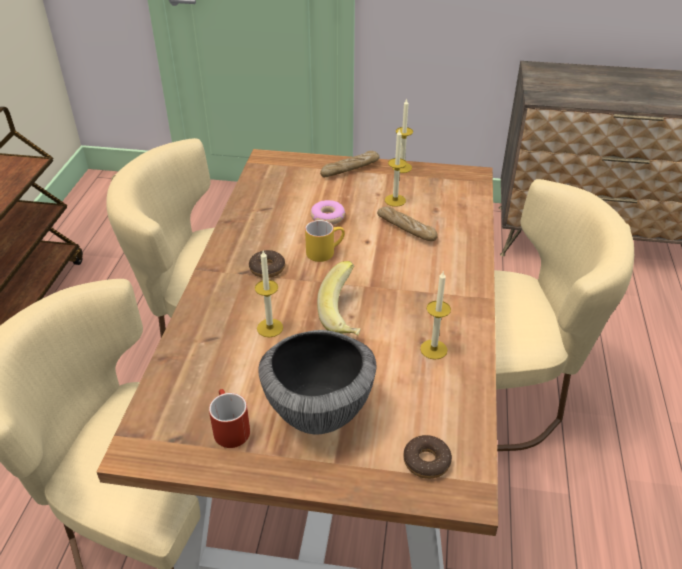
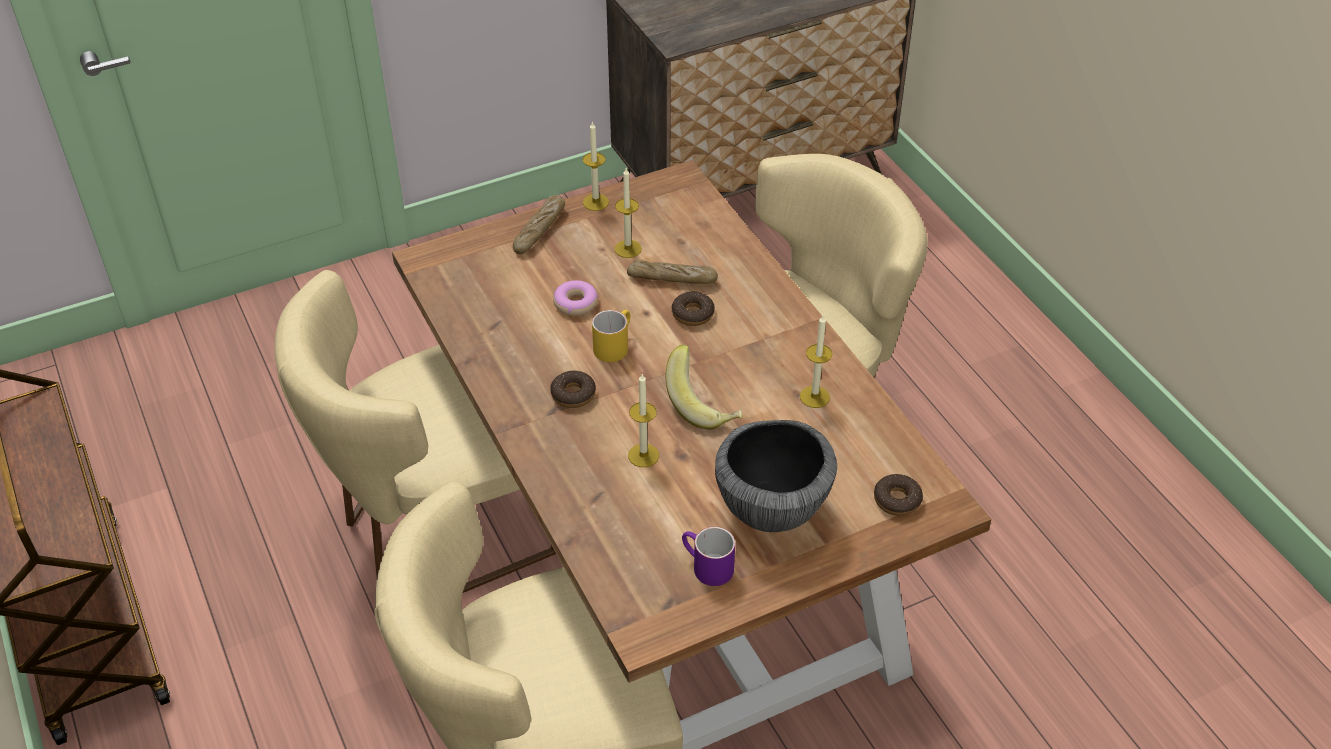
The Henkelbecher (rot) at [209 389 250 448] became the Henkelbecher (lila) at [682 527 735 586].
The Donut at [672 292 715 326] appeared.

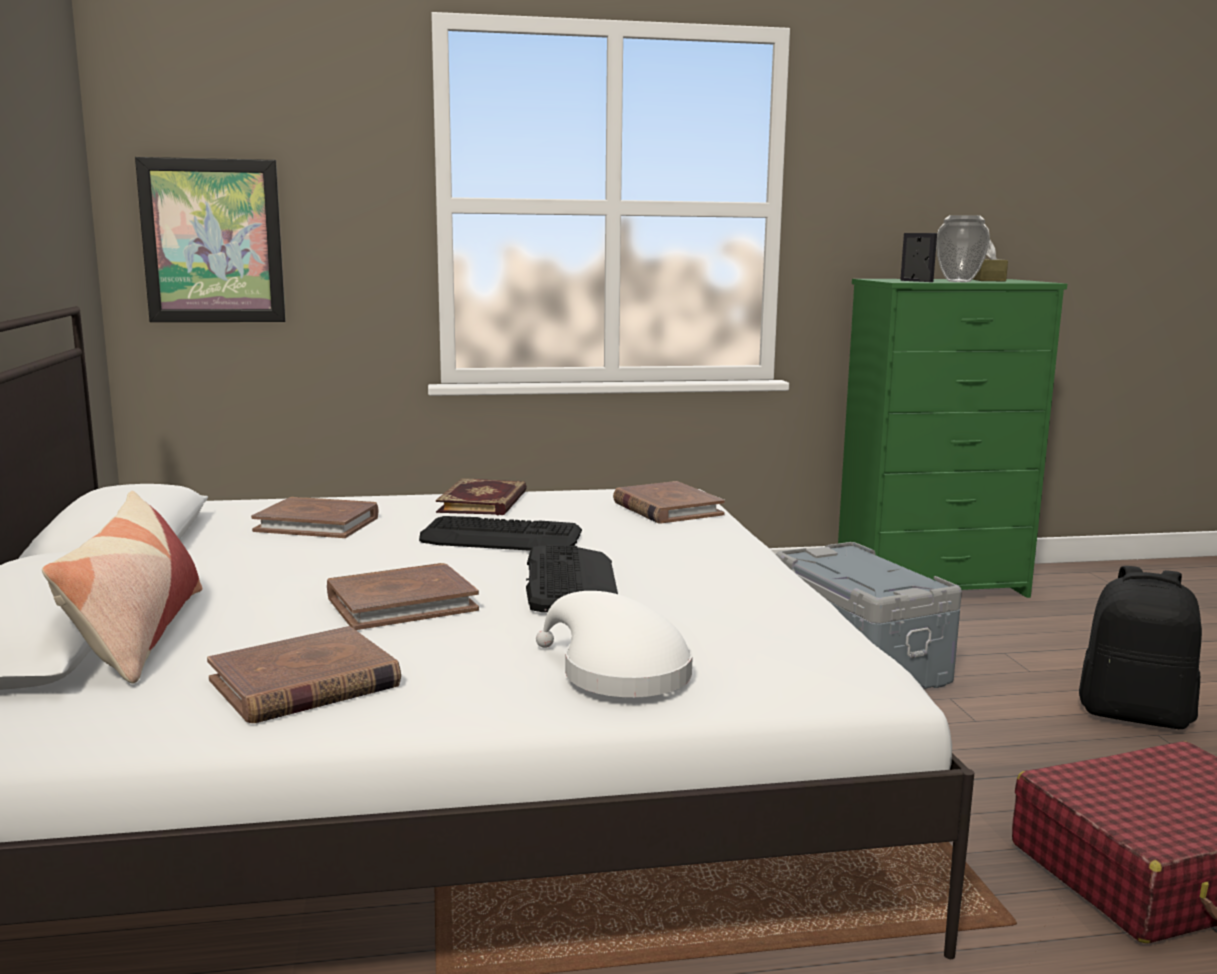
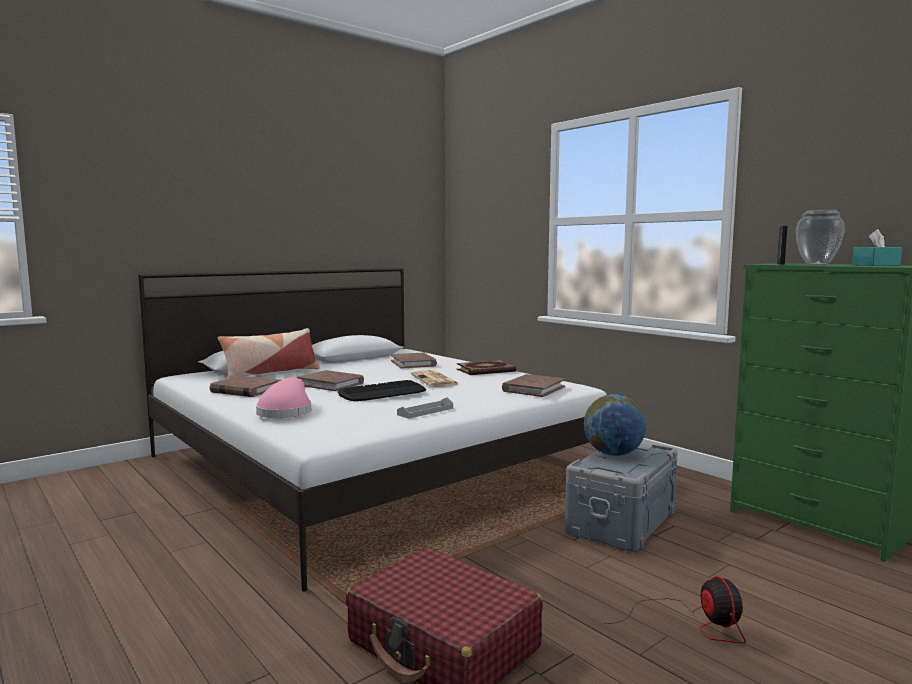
The Bild at [135 157 286 322] disappeared.
The Tastatur at [419 516 582 551] was replaced by the Zeitung at [410 370 459 387].
The Hut (weiß) at [536 591 693 697] became the Hut (rosa) at [256 378 311 418].
The Taschentuchbox (braun) at [972 240 1008 282] became the Taschentuchbox (türkis) at [852 229 902 266].
The Rucksack (schwarz) at [1079 566 1202 729] was replaced by the Ventilator at [604 576 746 644].
The Tablett (grau) at [397 397 453 419] appeared.
The Globus at [584 394 646 456] appeared.

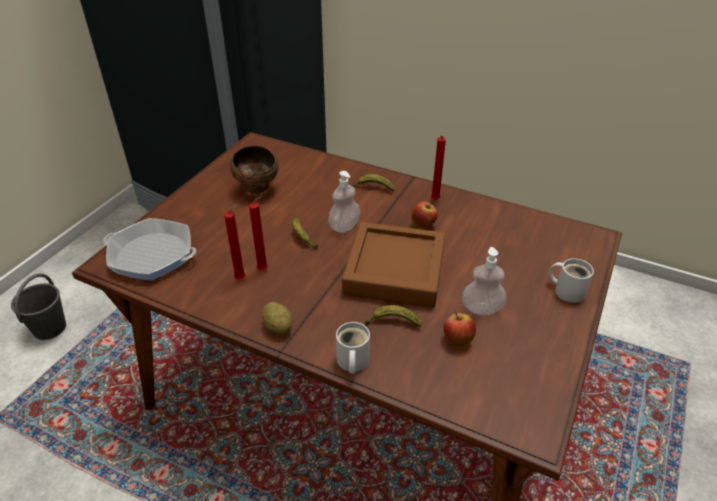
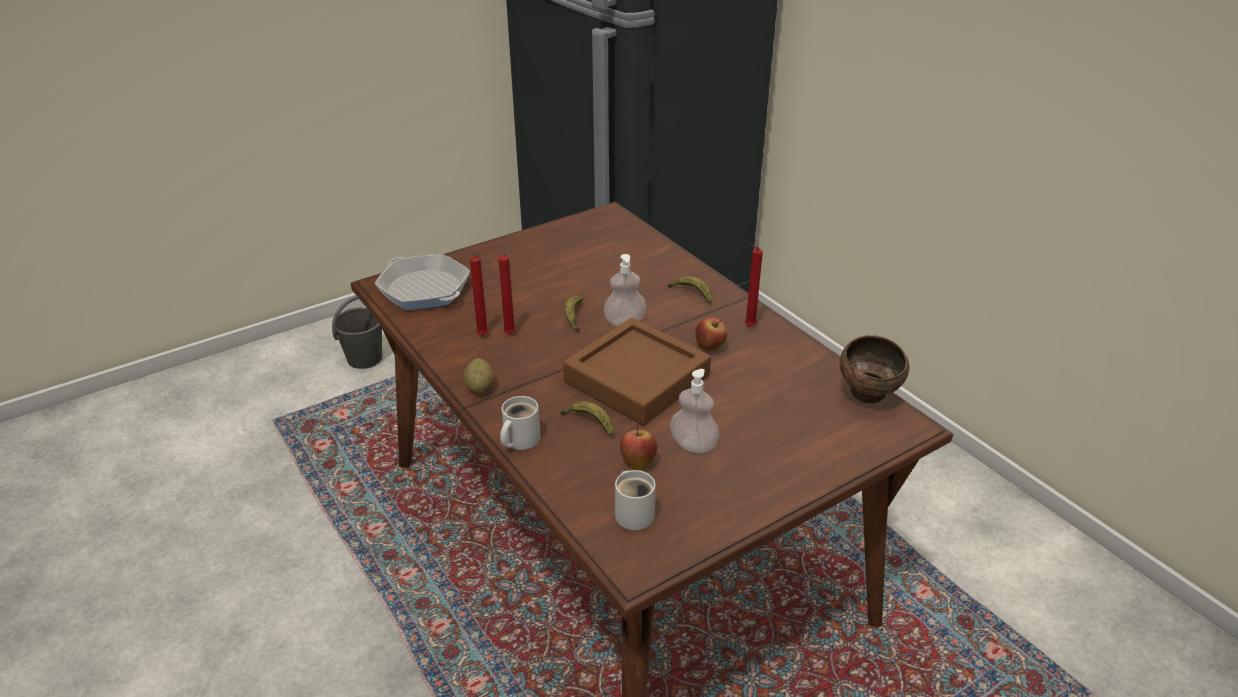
The Schüssel (braun) moved from [230 145 279 194] to [840 335 910 404].
The Henkelbecher (weiß) moved from [549 258 594 303] to [615 470 656 530].

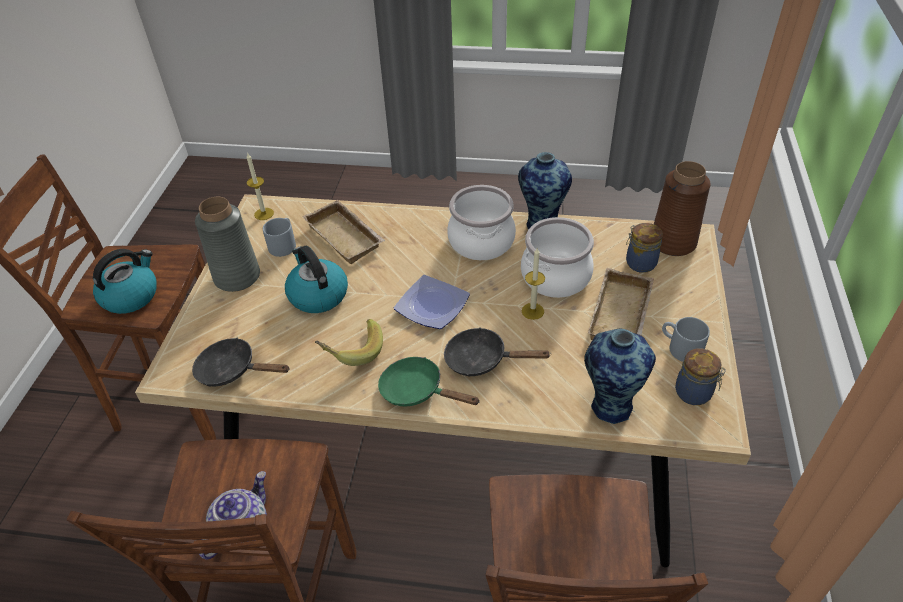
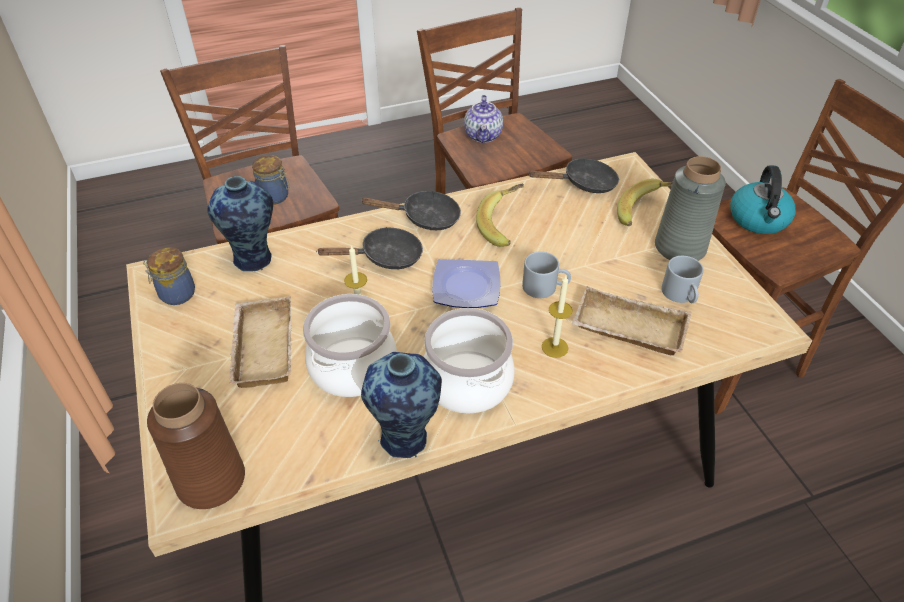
The Kerze moved from [246 153 274 220] to [542 276 573 358].
The Wasserkessel at [285 246 348 313] disappeared.
The Pfanne (grün) at [378 357 480 406] became the Pfanne (schwarz) at [360 191 461 230].
The Vorratsglas moved from [626 223 663 273] to [252 155 290 205].
The Henkelbecher (grau) moved from [662 317 710 362] to [522 251 571 298].
The Banane at [617 179 673 226] appeared.

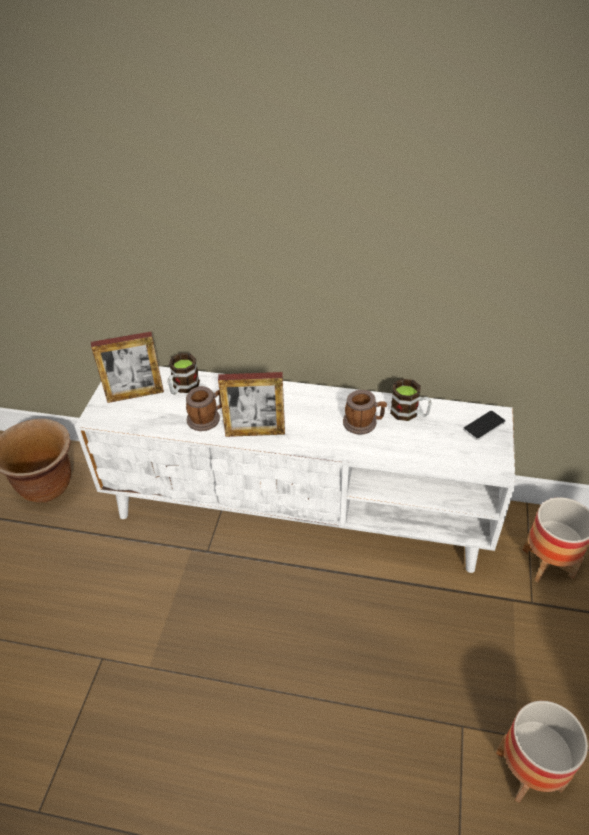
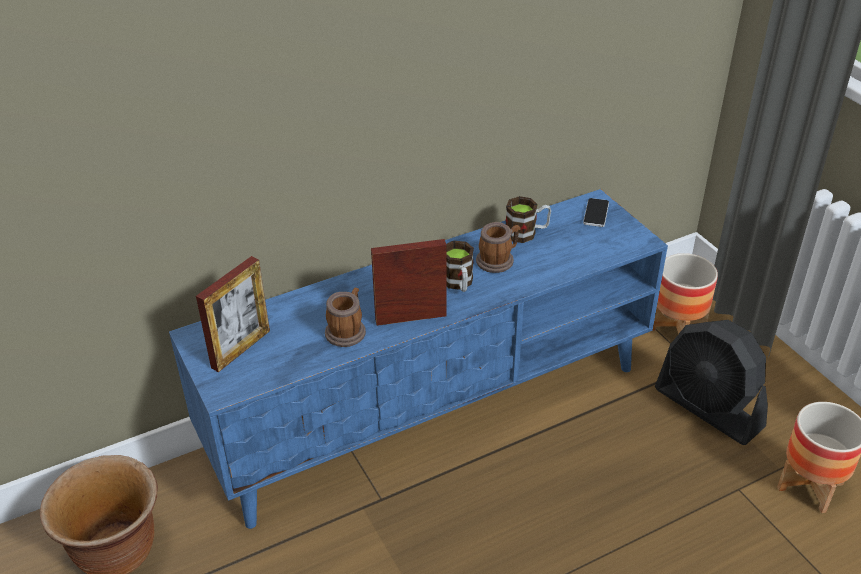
The Fernsehschrank (weiß) at [74 366 516 573] became the Fernsehschrank (blau) at [169 189 668 529].
The Henkelbecher moved from [168 353 200 395] to [446 241 474 292].
The Bilderrahmen at [218 372 285 437] turned 150 degrees counterclockwise.
The Ventilator (schwarz) at [655 320 768 445] appeared.

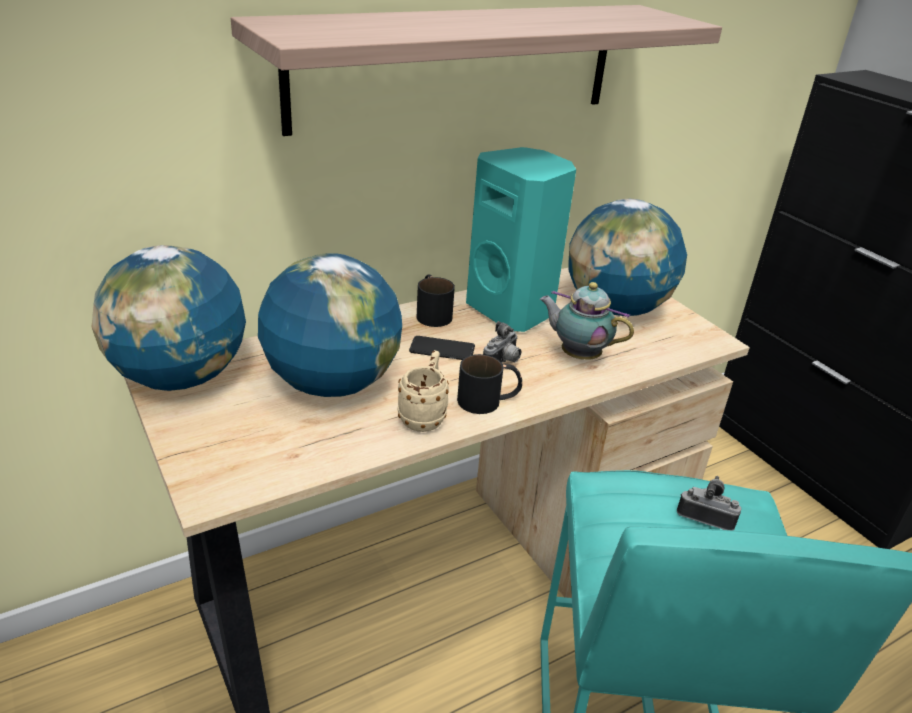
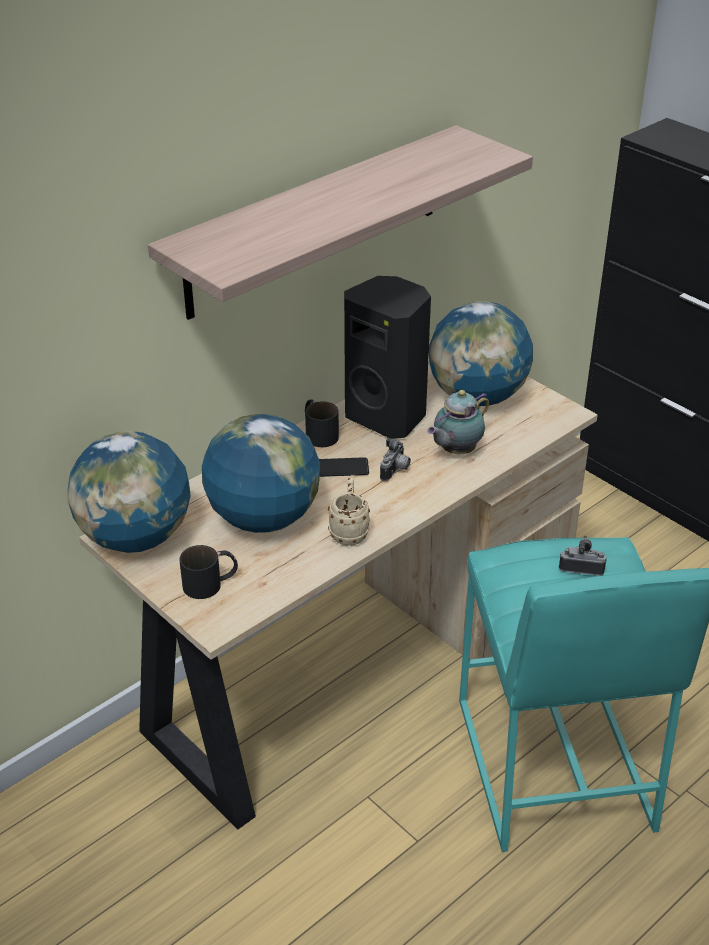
The Henkelbecher (schwarz) moved from [457 354 522 414] to [180 545 238 599].
The Lautsprecher (türkis) at [466 147 576 332] became the Lautsprecher (schwarz) at [344 276 431 439].
The Teekanne at [540 282 634 360] turned 60 degrees counterclockwise.

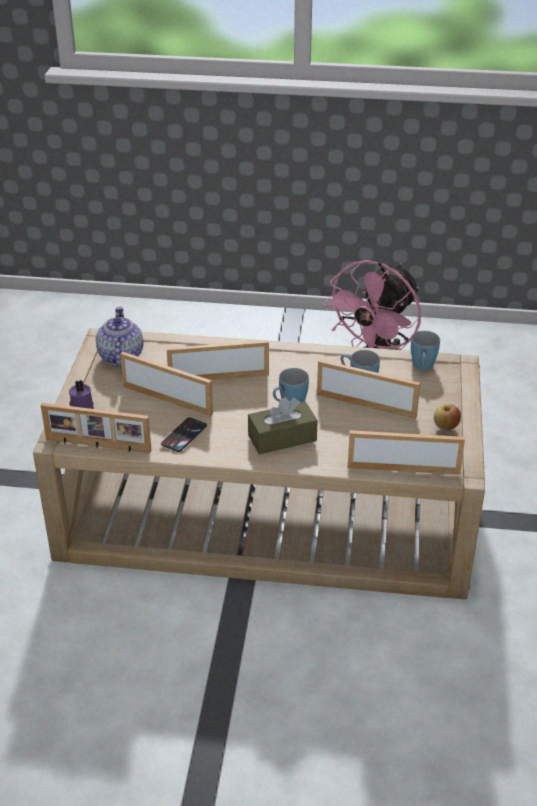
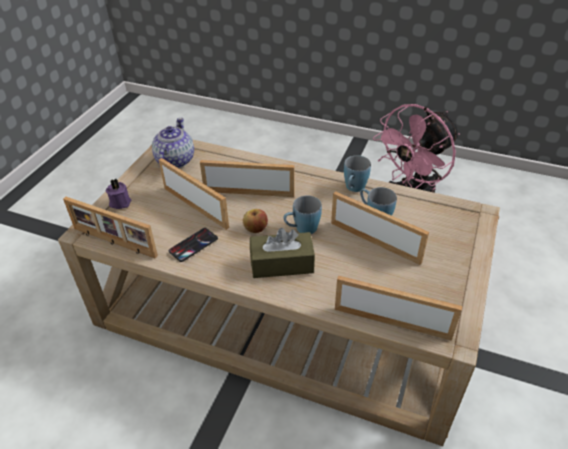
The Henkelbecher (blau) moved from [411 331 440 370] to [344 155 371 192].
The Apfel moved from [434 404 461 430] to [243 209 268 233].

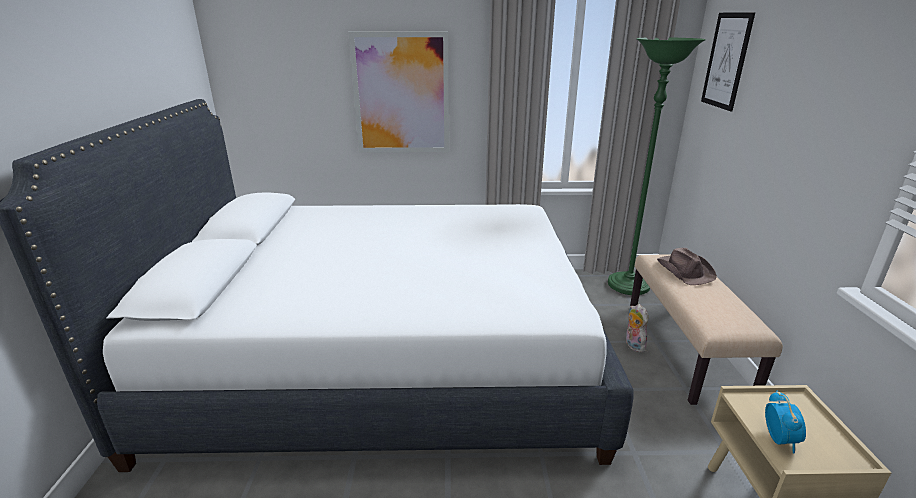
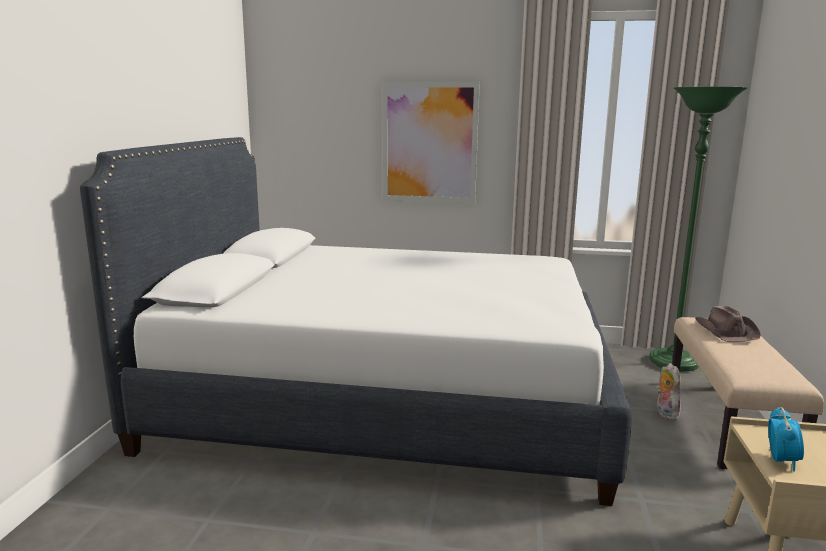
The Bild at [701 12 755 111] disappeared.

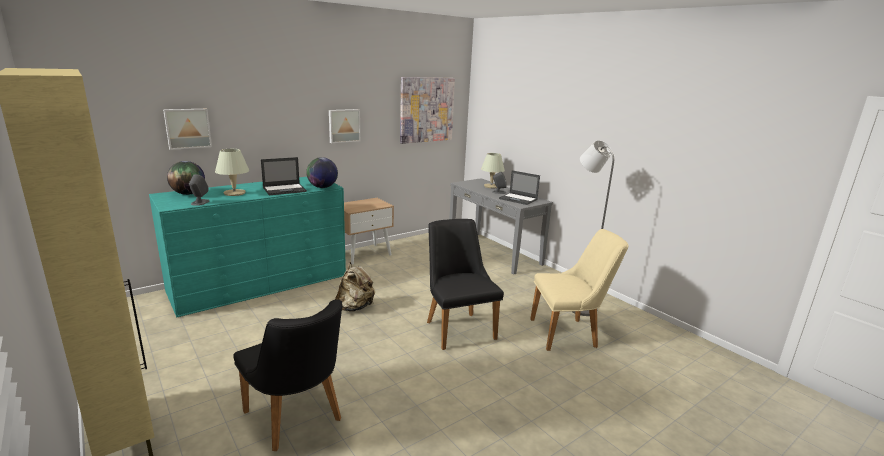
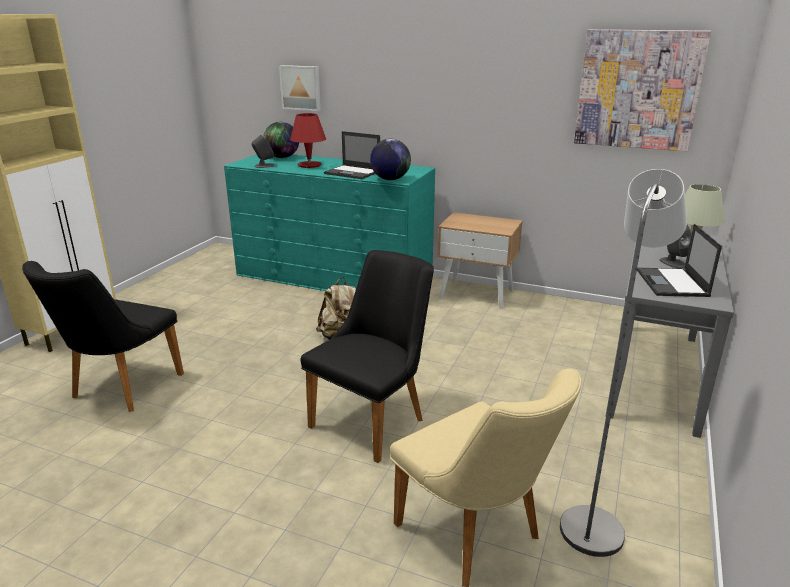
The Tischlampe (beige) at [215 149 249 196] became the Tischlampe (rot) at [290 113 326 168].
The Bild at [329 109 360 143] disappeared.

